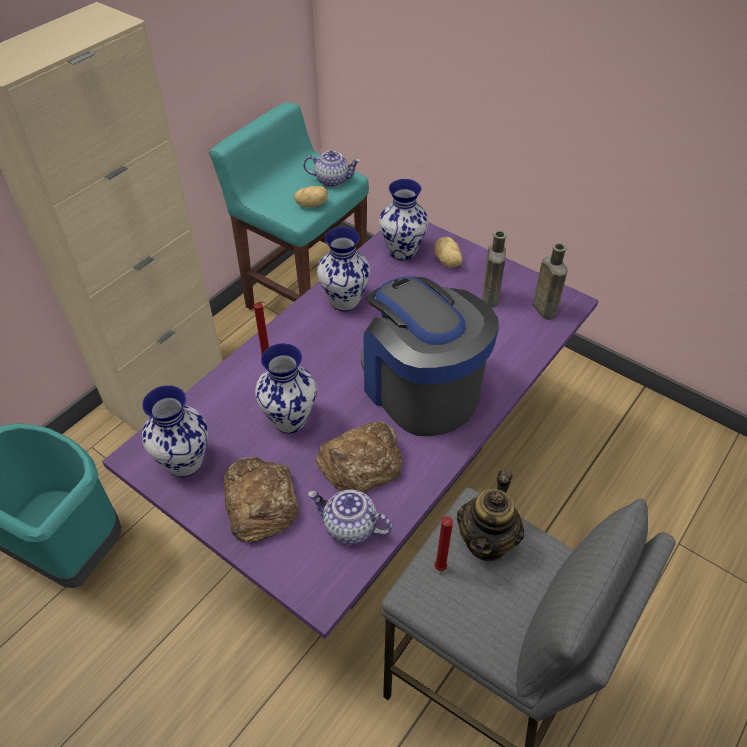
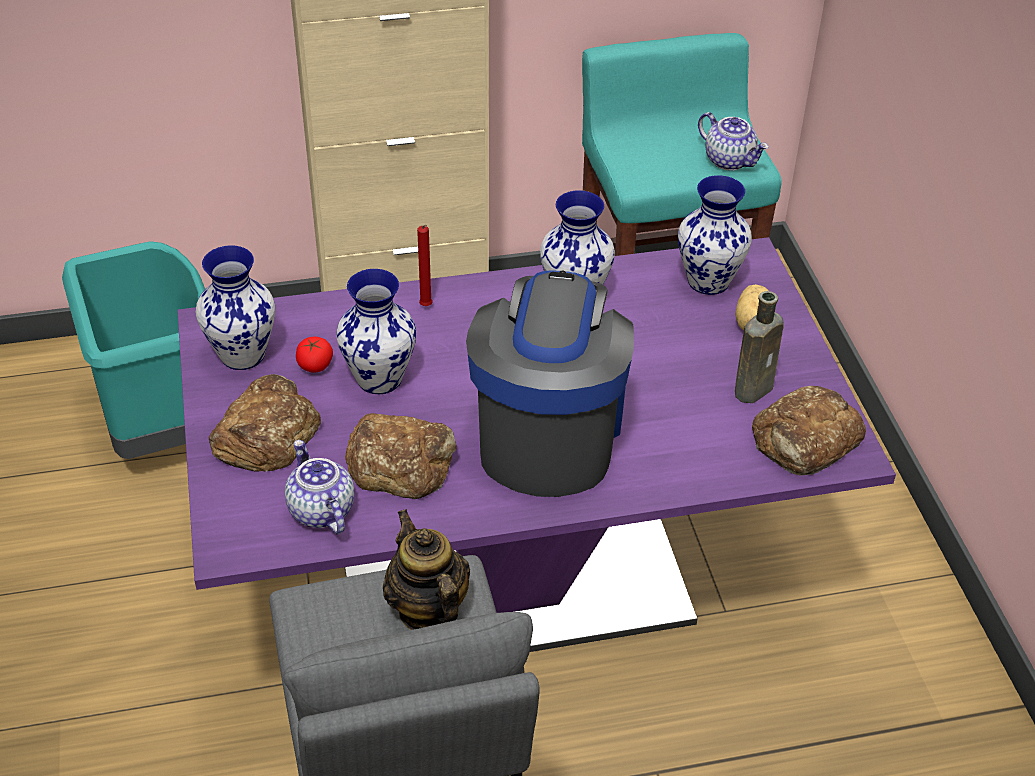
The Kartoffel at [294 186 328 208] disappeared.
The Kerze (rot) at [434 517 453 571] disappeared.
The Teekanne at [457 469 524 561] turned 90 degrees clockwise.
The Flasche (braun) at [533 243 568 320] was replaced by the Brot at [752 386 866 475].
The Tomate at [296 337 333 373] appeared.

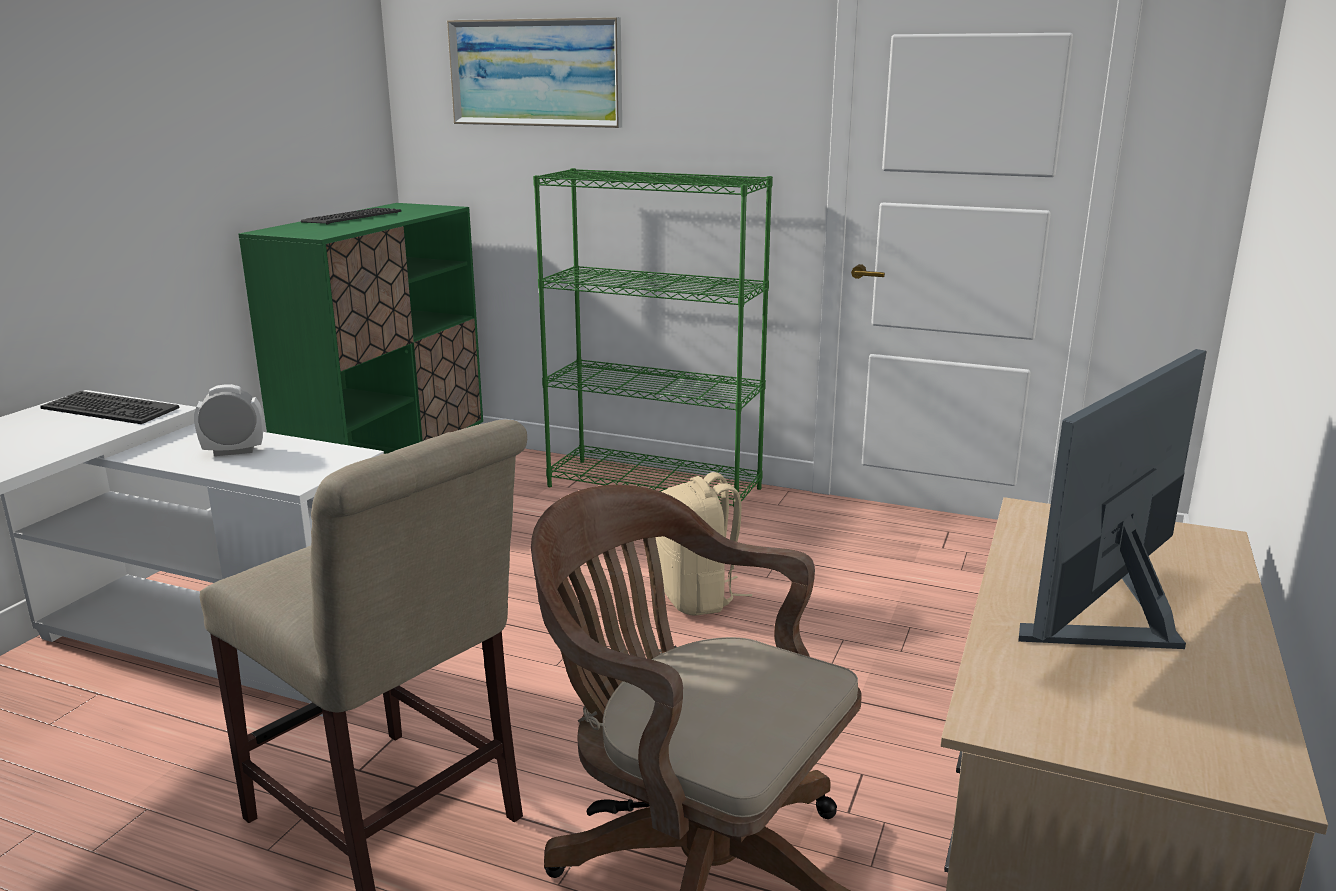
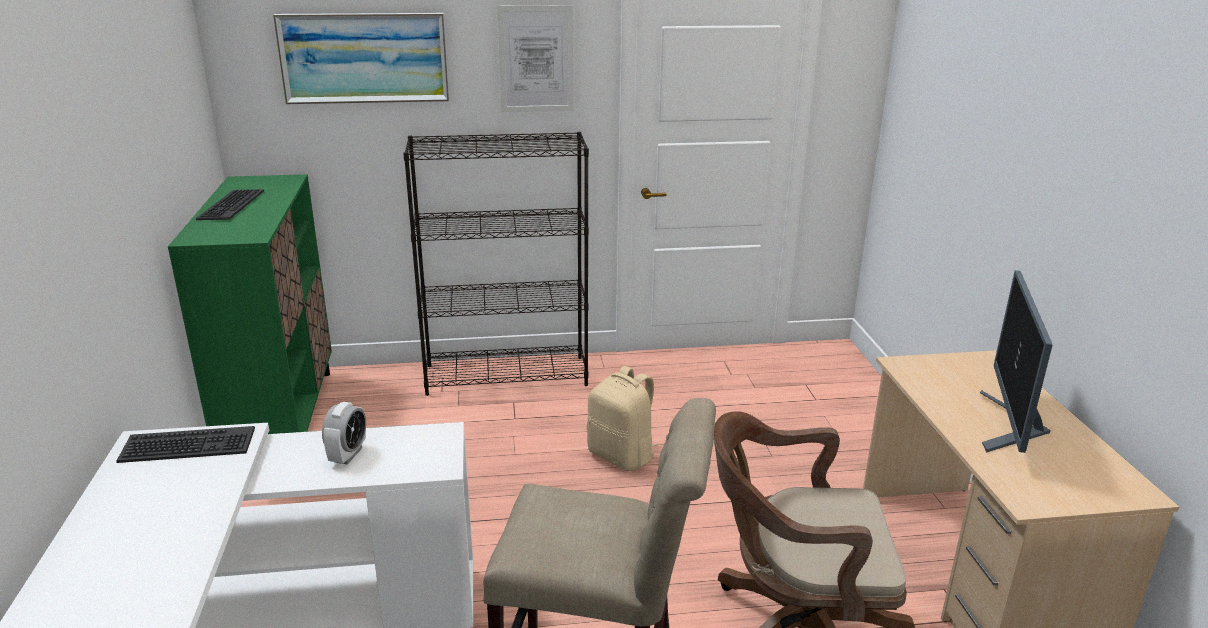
The Wecker at [194 384 263 456] turned 150 degrees clockwise.
The Bücherregal (grün) at [533 168 773 507] became the Bücherregal (schwarz) at [403 132 589 396].
The Bild at [497 5 574 112] appeared.

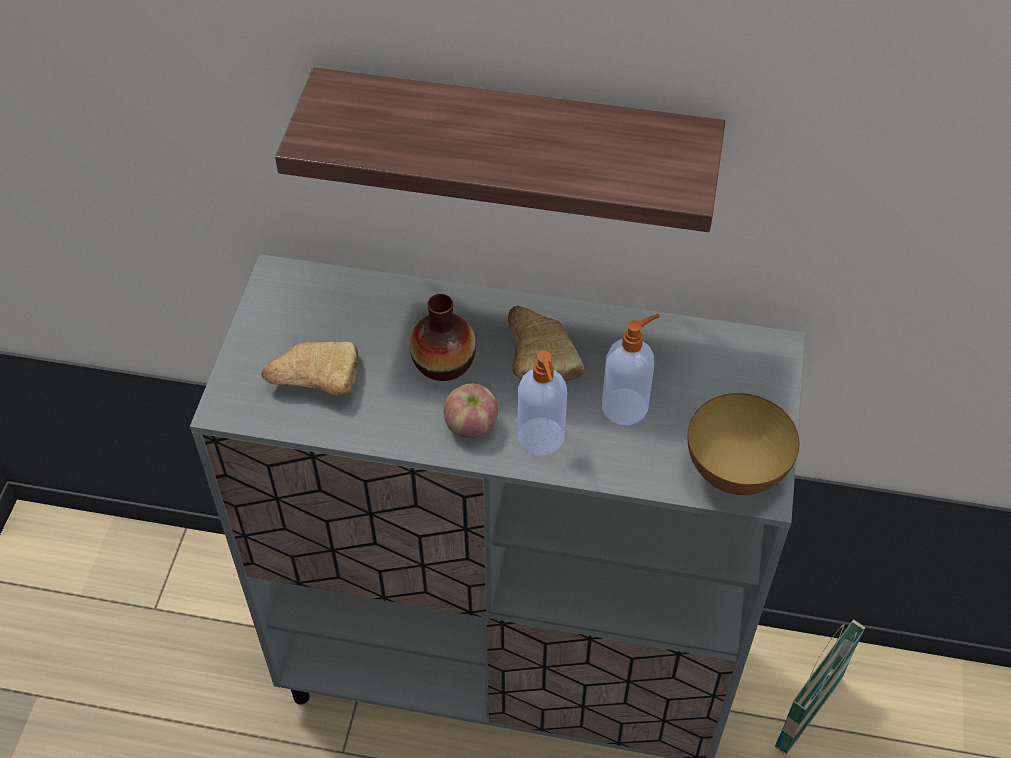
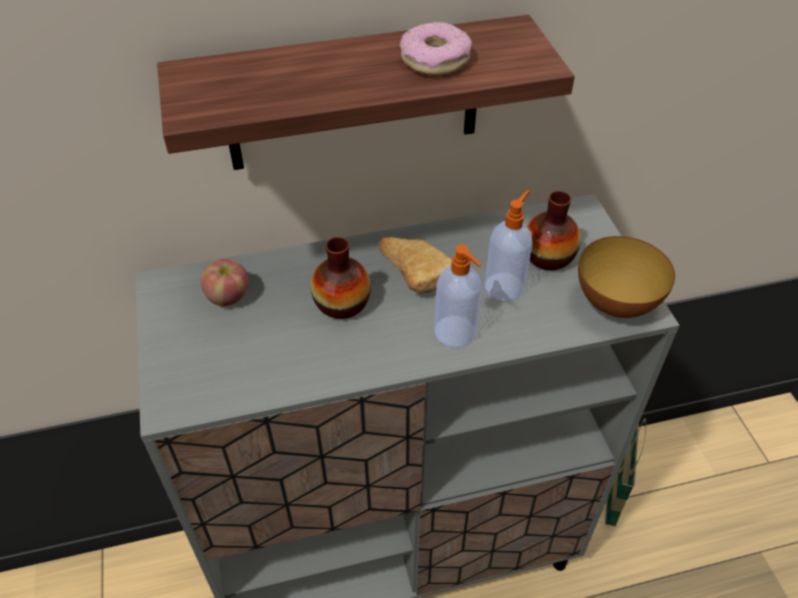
The Brot at [261 342 359 396] disappeared.
The Apfel moved from [444 383 498 438] to [201 259 249 306].
The Donut at [400 22 472 76] appeared.
The Vase at [527 191 581 270] appeared.

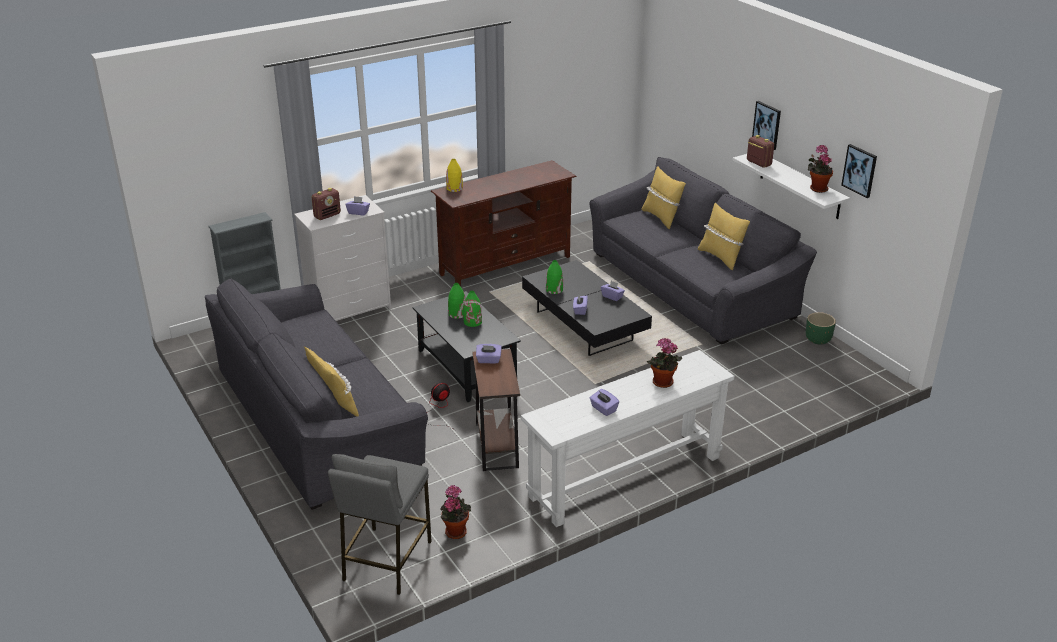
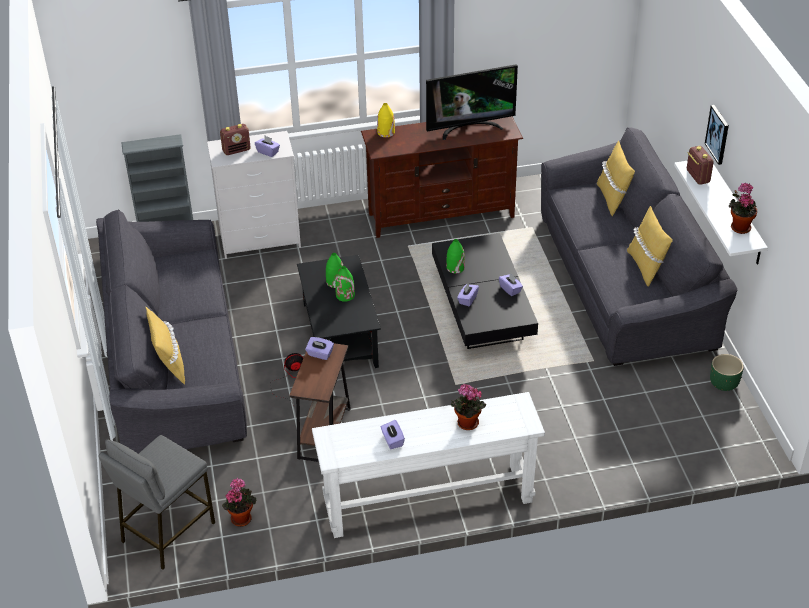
The Bild at [841 144 877 198] disappeared.
The Fernseher at [426 64 518 140] appeared.

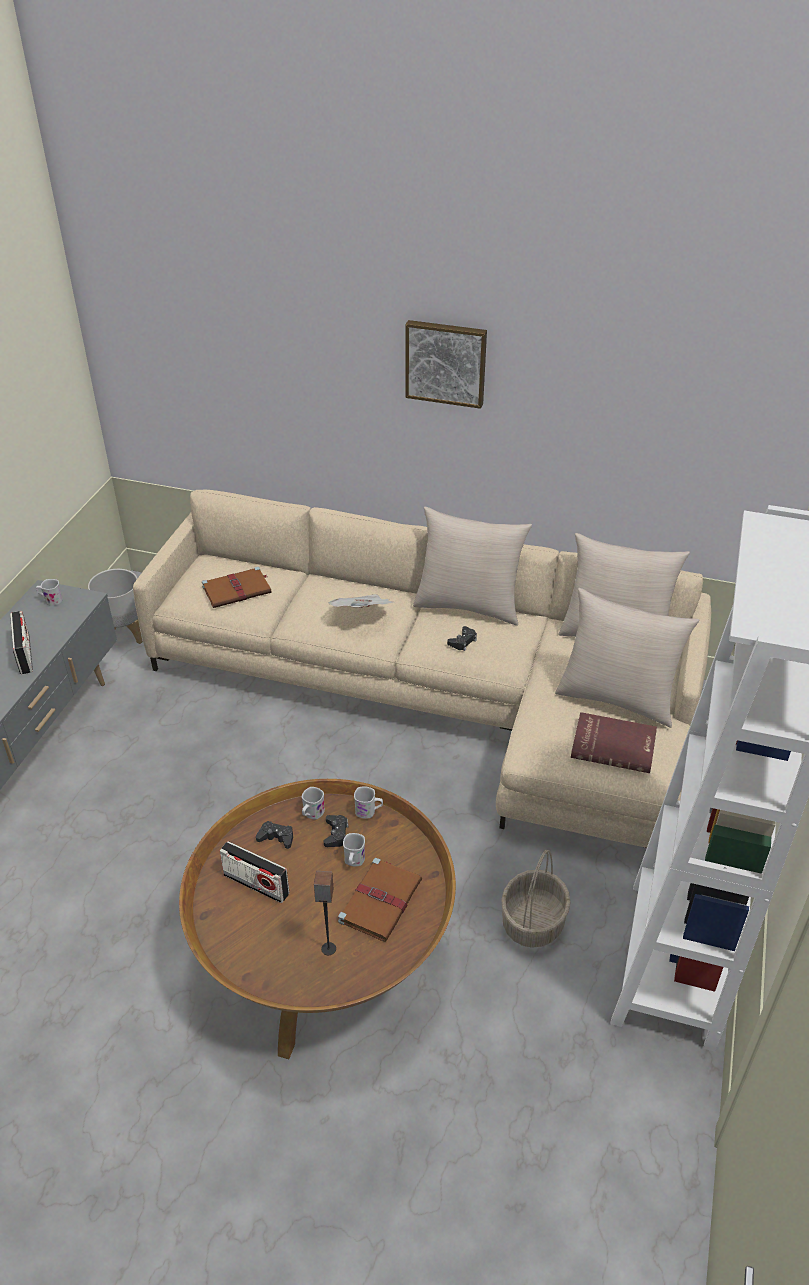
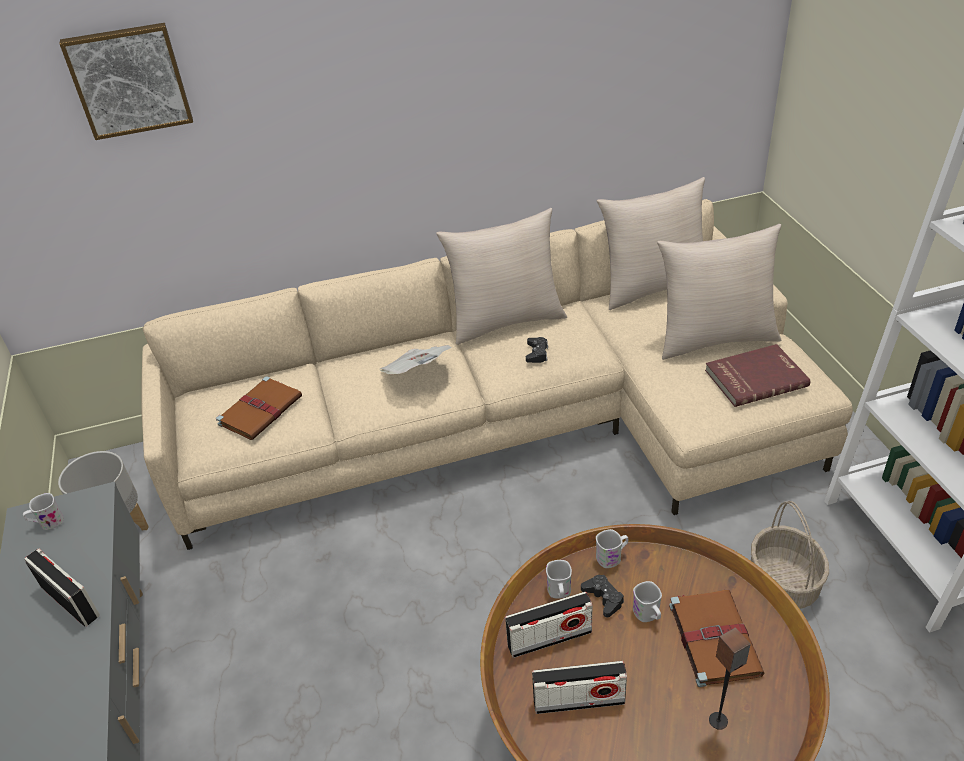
The Gamepad (schwarz) at [256 821 293 849] was replaced by the Radio at [505 592 593 658].
The Bild moved from [406 320 487 409] to [59 23 193 140].

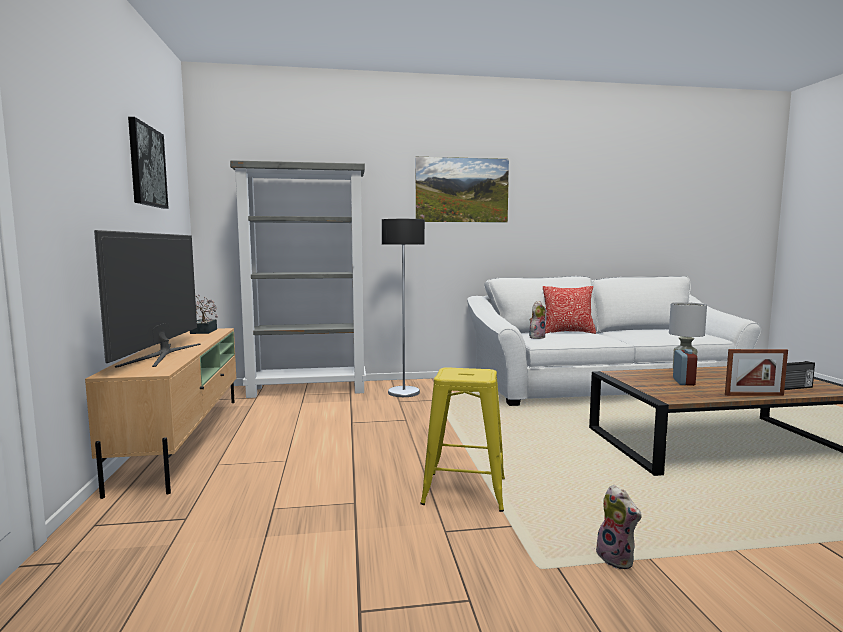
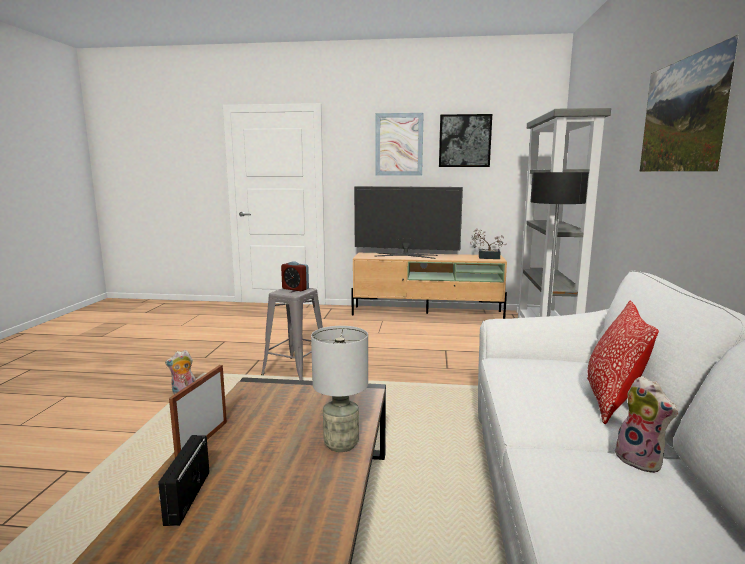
The Hocker (gelb) at [420 367 505 512] became the Hocker (grau) at [261 288 323 380].
The Plüschtier moved from [529 301 546 339] to [613 376 678 473].
The Wecker moved from [673 349 697 386] to [281 261 309 291].
The Bild at [376 113 424 176] appeared.

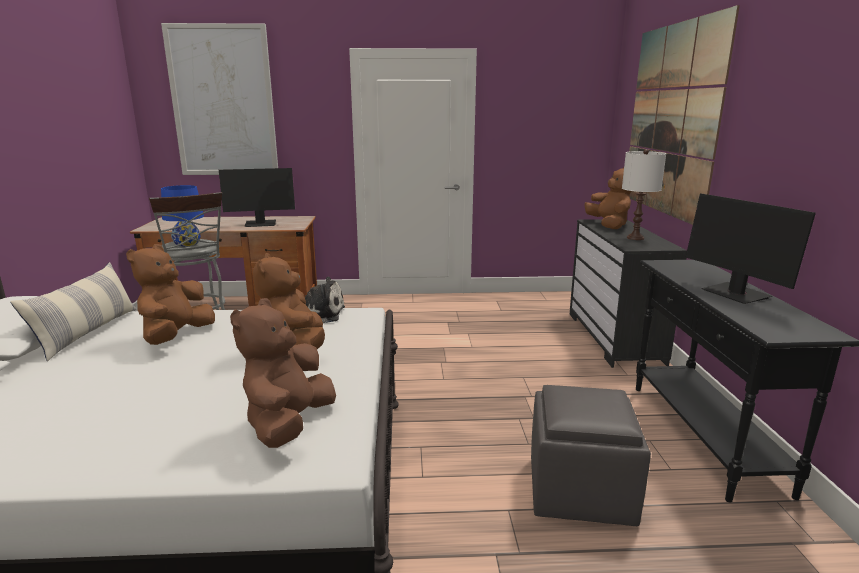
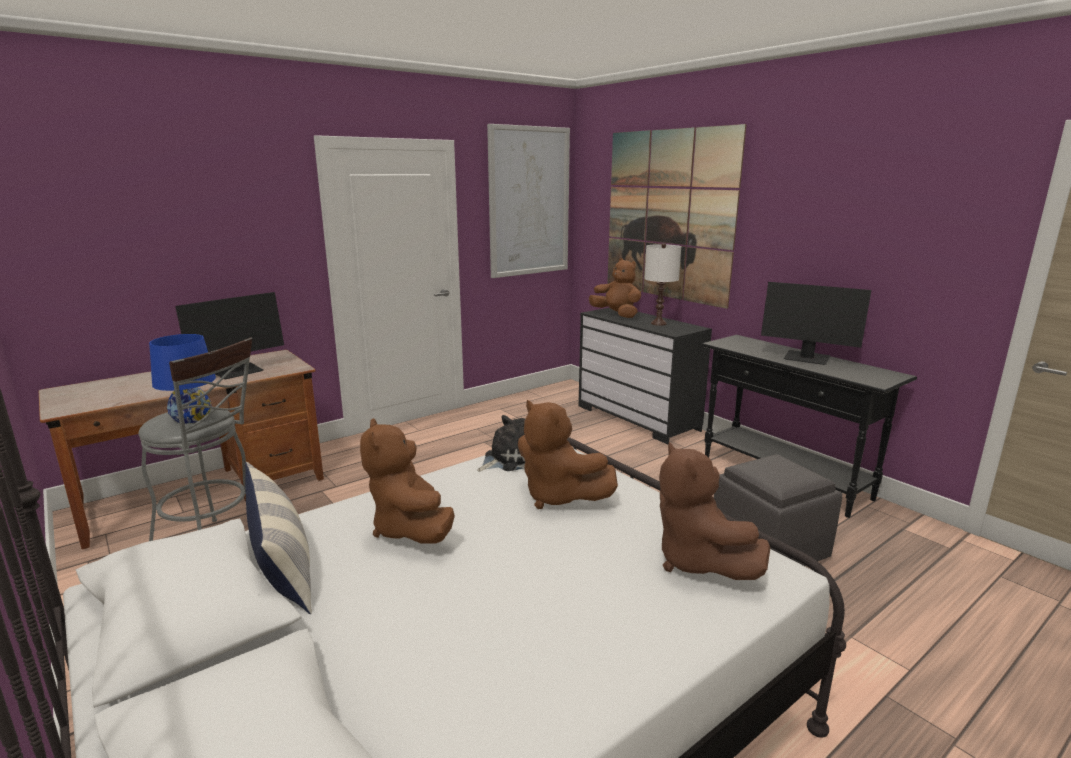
The Bild moved from [161 23 278 175] to [487 124 570 278].

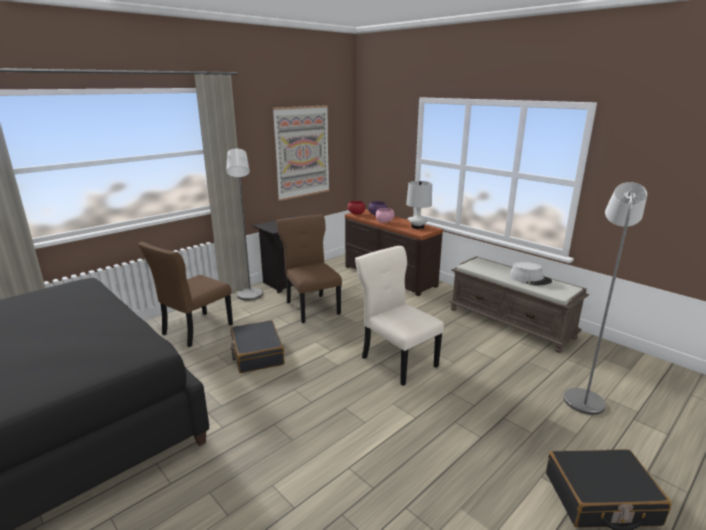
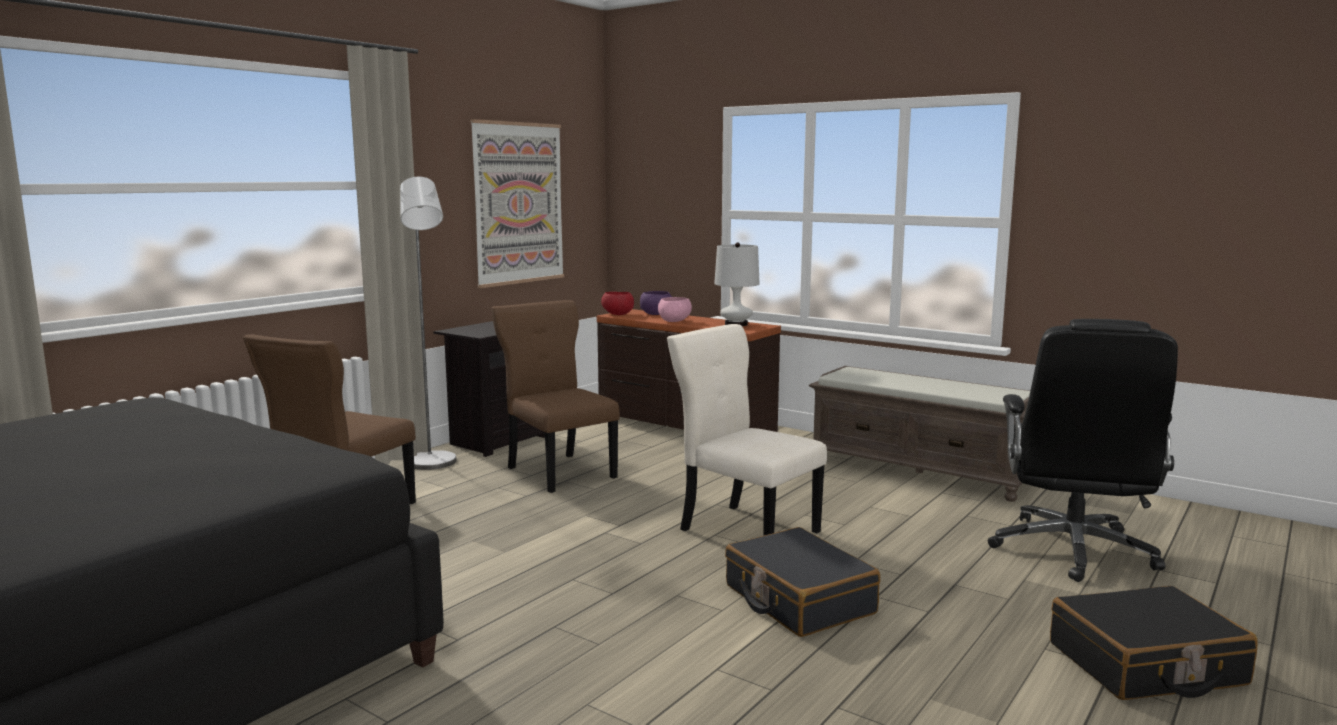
The Koffer (schwarz) moved from [231 320 284 373] to [725 527 880 637].
The Hut (grau) at [509 262 552 286] disappeared.
The Stehlampe (grau) at [564 182 647 415] was replaced by the Bürostuhl (schwarz) at [987 319 1178 582].

